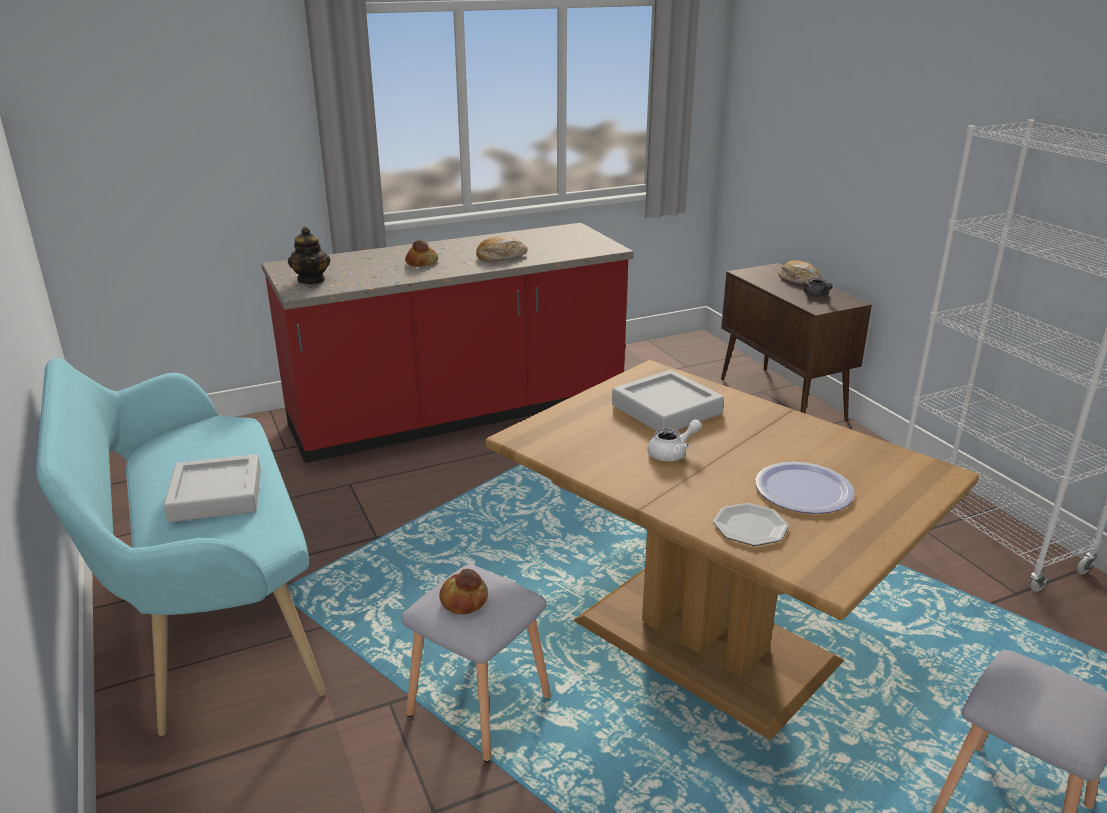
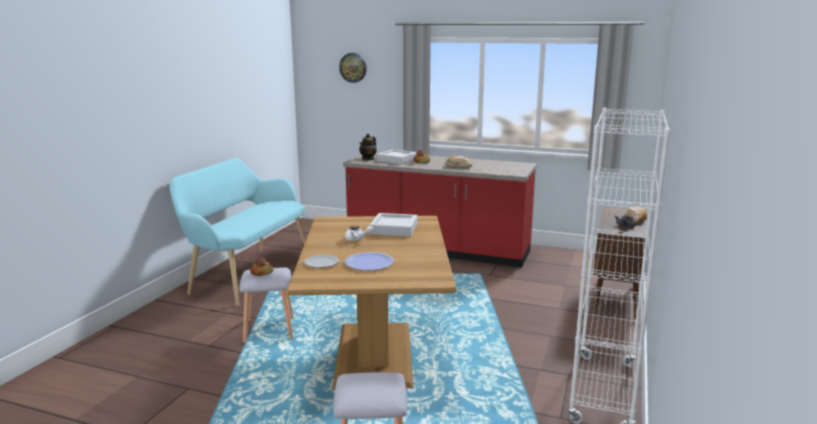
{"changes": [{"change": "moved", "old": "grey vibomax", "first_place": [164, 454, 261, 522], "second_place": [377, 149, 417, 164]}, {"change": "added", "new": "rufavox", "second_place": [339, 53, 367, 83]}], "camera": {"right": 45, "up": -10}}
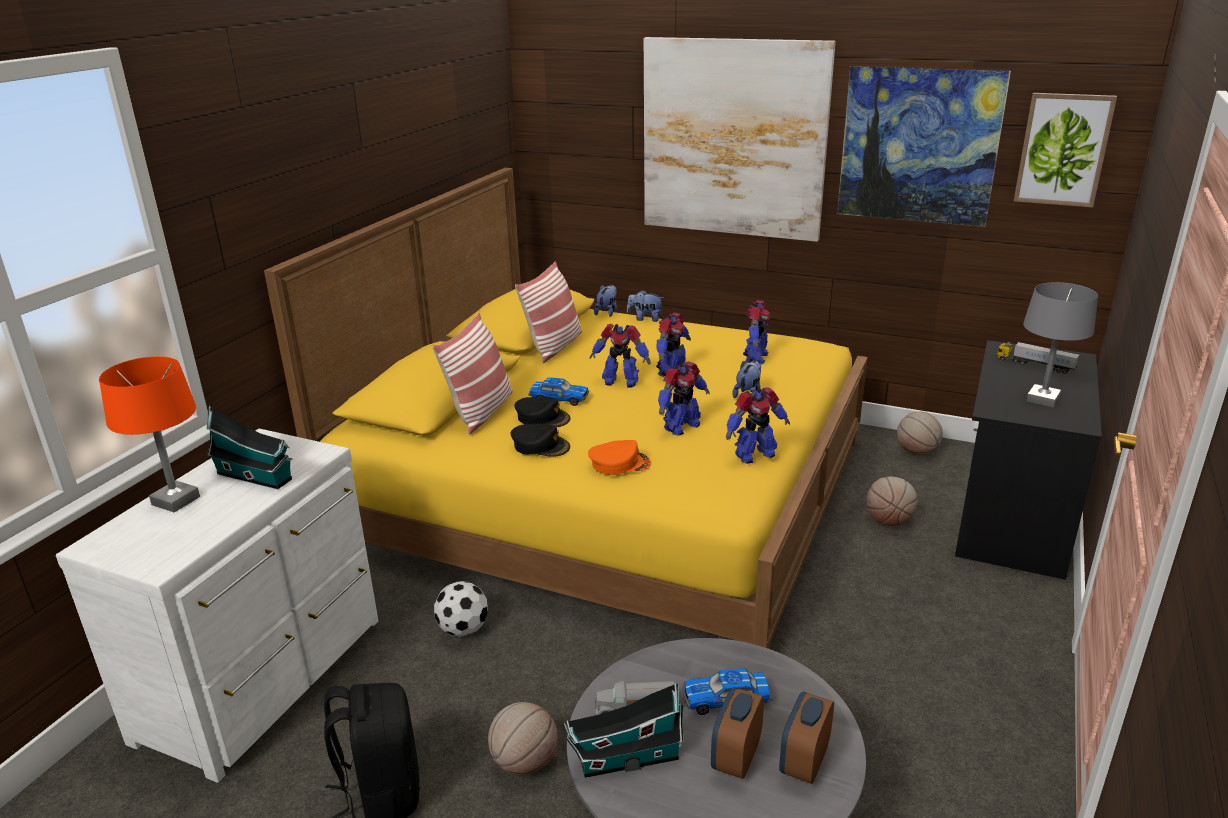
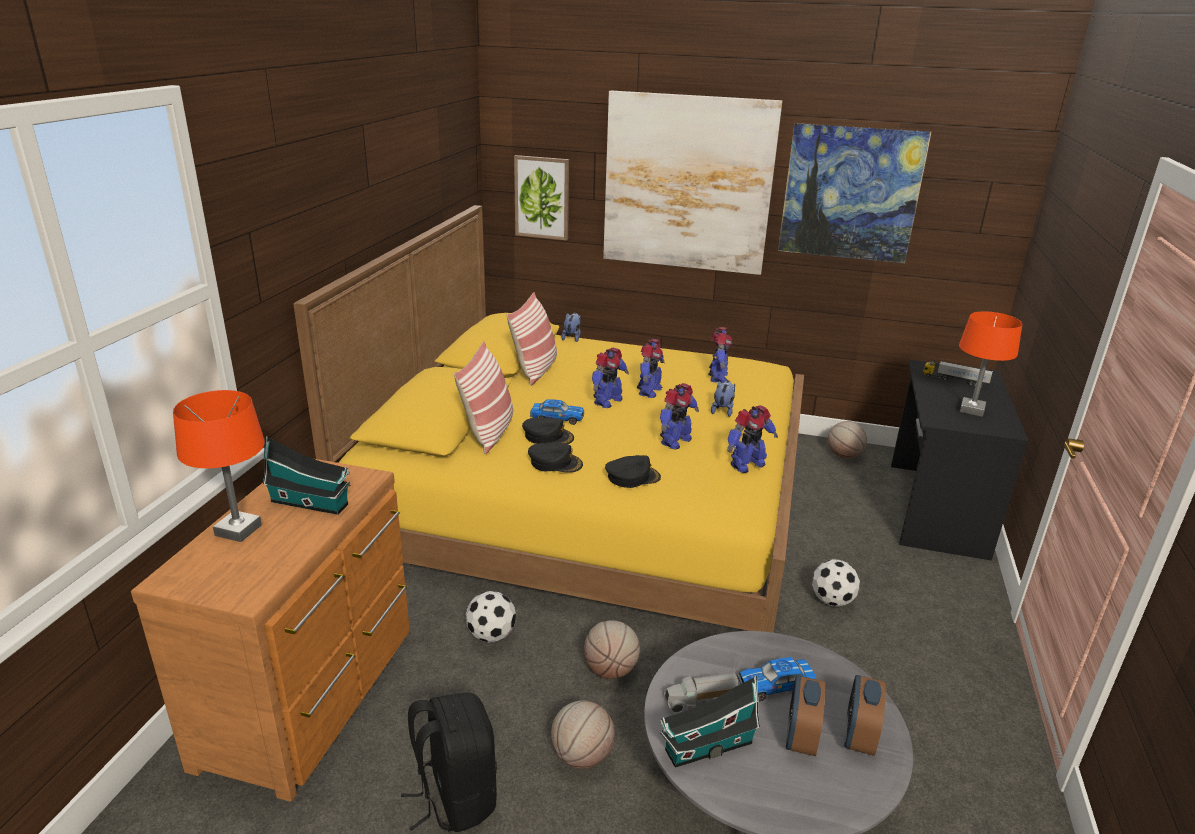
{"changes": [{"change": "moved", "old": "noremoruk", "first_place": [1014, 93, 1117, 207], "second_place": [514, 155, 569, 240]}, {"change": "recoloured", "old": "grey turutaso", "new": "orange turutaso", "first_place": [1023, 282, 1098, 408], "second_place": [959, 311, 1022, 417]}, {"change": "removed", "old": "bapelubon", "first_place": [627, 290, 663, 322]}, {"change": "turned", "old": "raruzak", "first_place": [590, 324, 651, 387], "second_place": [592, 348, 629, 408], "degrees": -60}, {"change": "recoloured", "old": "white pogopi", "new": "brown pogopi", "first_place": [56, 429, 378, 783], "second_place": [131, 459, 410, 802]}, {"change": "recoloured", "old": "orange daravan", "new": "black daravan", "first_place": [588, 440, 651, 475], "second_place": [605, 455, 661, 488]}, {"change": "moved", "old": "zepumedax", "first_place": [866, 477, 918, 526], "second_place": [584, 620, 640, 679]}, {"change": "added", "new": "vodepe", "second_place": [812, 559, 860, 607]}], "camera": {"right": -10, "up": 0}}
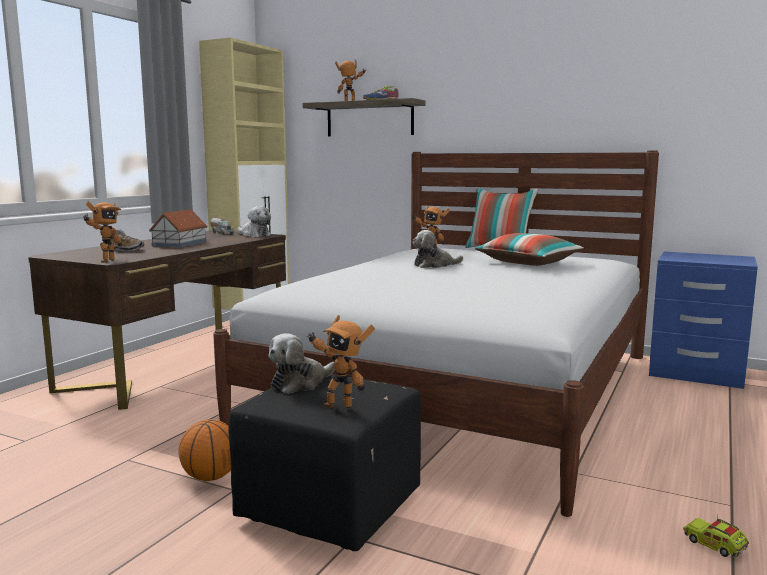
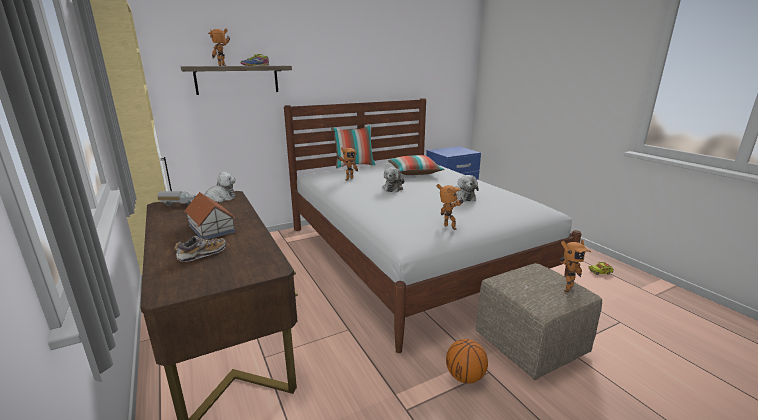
{"changes": [{"change": "moved", "old": "raruzak", "first_place": [83, 201, 122, 263], "second_place": [436, 184, 463, 230]}, {"change": "moved", "old": "bapelubon", "first_place": [268, 333, 335, 394], "second_place": [456, 175, 479, 201]}, {"change": "recoloured", "old": "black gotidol", "new": "beige gotidol", "first_place": [228, 374, 421, 551], "second_place": [476, 263, 602, 380]}], "camera": {"right": -55, "up": 10}}
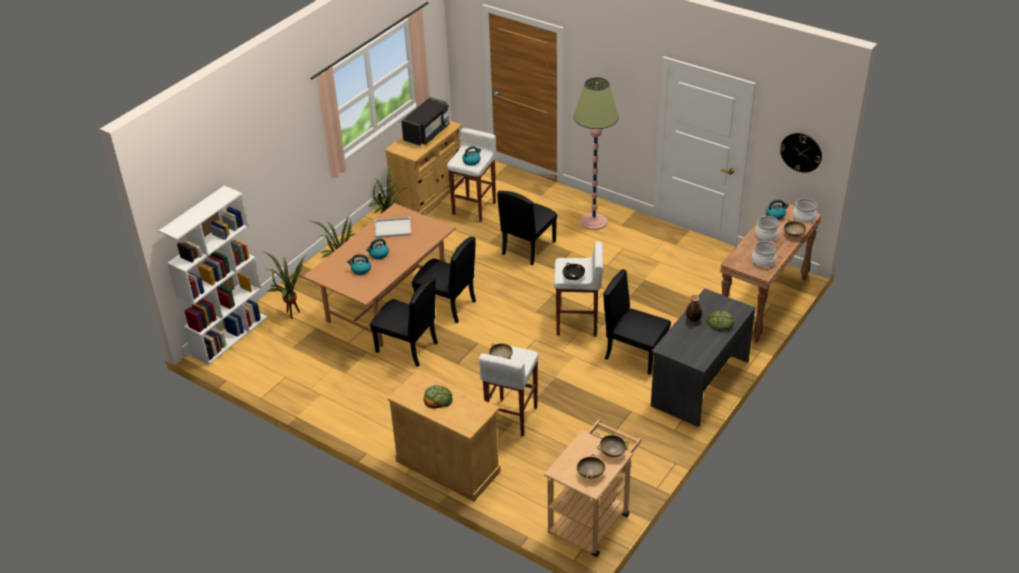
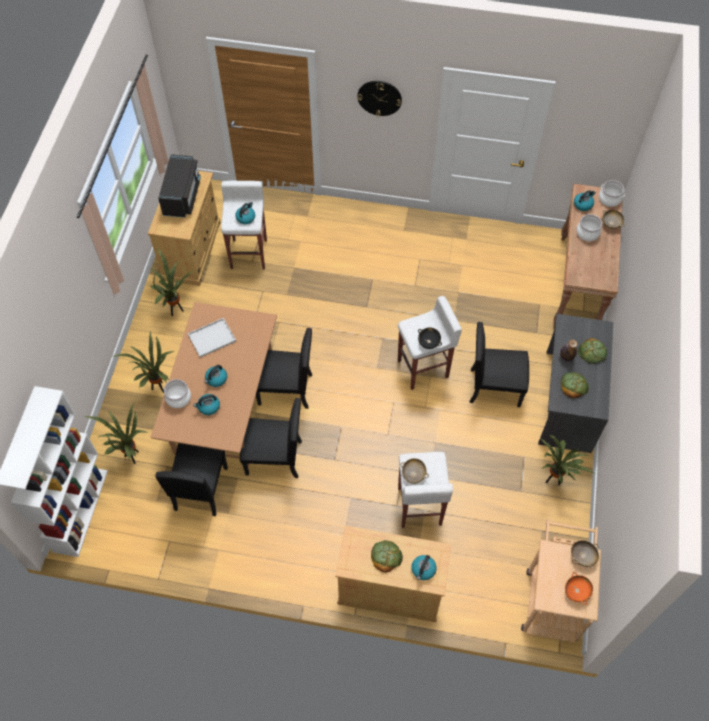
{"changes": [{"change": "removed", "old": "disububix", "first_place": [574, 78, 619, 230]}, {"change": "moved", "old": "rufavox", "first_place": [780, 133, 822, 173], "second_place": [357, 81, 402, 117]}, {"change": "moved", "old": "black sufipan", "first_place": [497, 191, 557, 265], "second_place": [155, 443, 228, 516]}, {"change": "moved", "old": "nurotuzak", "first_place": [752, 241, 777, 267], "second_place": [164, 379, 191, 408]}, {"change": "recoloured", "old": "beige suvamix", "new": "orange suvamix", "first_place": [577, 454, 605, 479], "second_place": [565, 572, 593, 605]}, {"change": "added", "new": "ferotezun", "second_place": [561, 372, 589, 398]}, {"change": "added", "new": "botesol", "second_place": [541, 435, 595, 485]}, {"change": "added", "new": "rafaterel", "second_place": [411, 555, 437, 580]}], "camera": {"right": -25, "up": 20}}
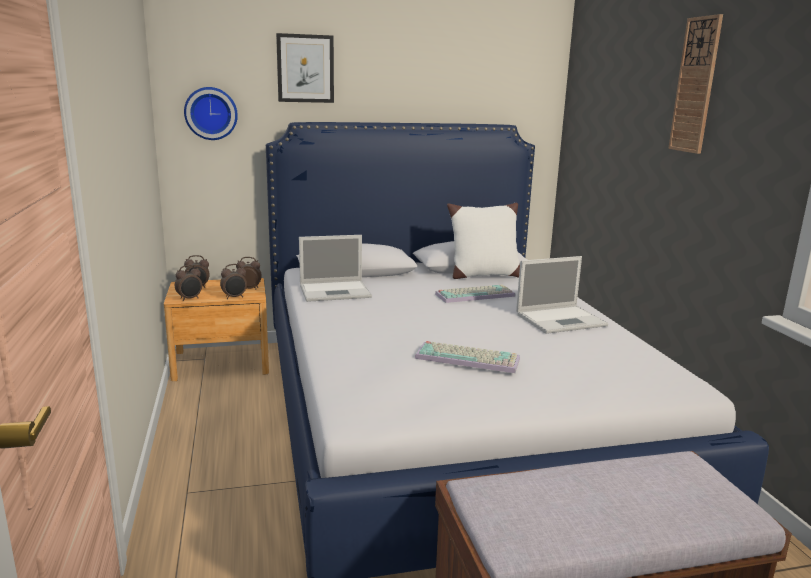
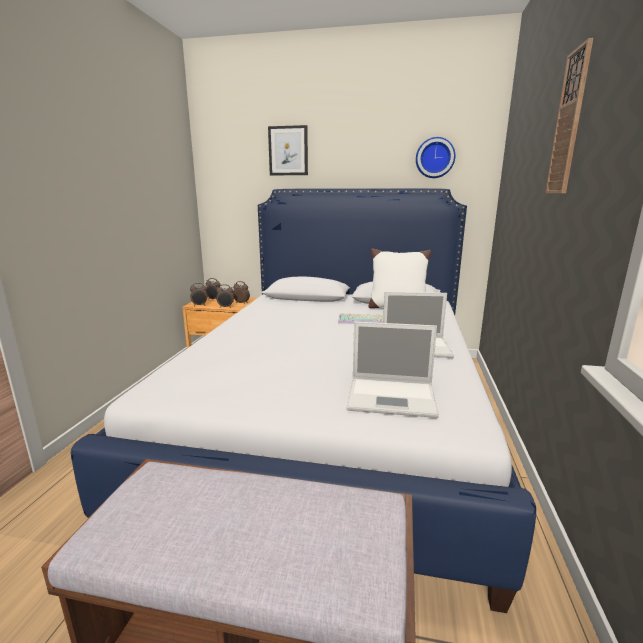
{"changes": [{"change": "moved", "old": "rufavox", "first_place": [184, 87, 238, 140], "second_place": [416, 137, 455, 178]}, {"change": "moved", "old": "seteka", "first_place": [299, 235, 372, 302], "second_place": [347, 322, 439, 418]}, {"change": "removed", "old": "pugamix", "first_place": [415, 341, 520, 373]}], "camera": {"right": 25, "up": 0}}
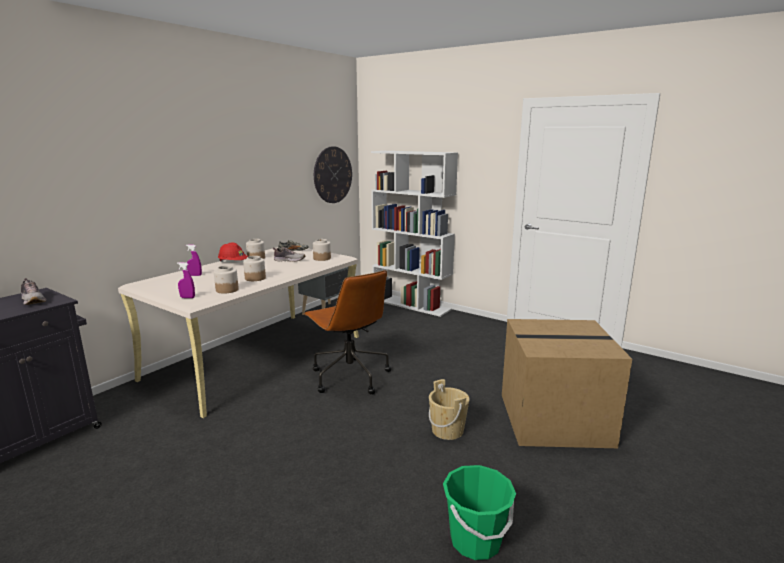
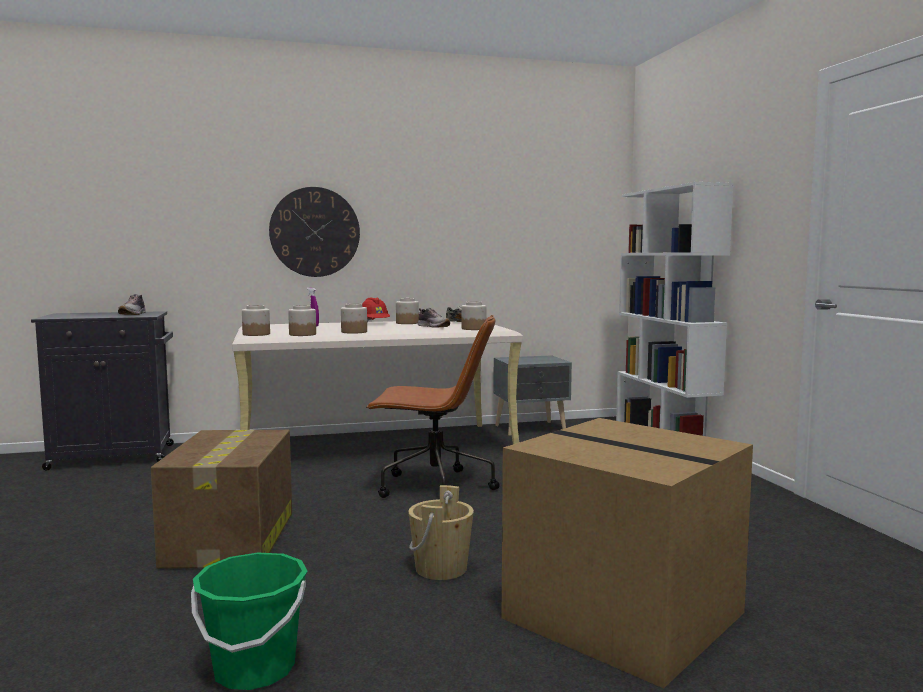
{"changes": [{"change": "moved", "old": "rufavox", "first_place": [314, 146, 352, 203], "second_place": [269, 187, 360, 277]}, {"change": "replaced", "old": "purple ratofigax", "new": "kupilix", "first_place": [177, 262, 195, 298], "second_place": [242, 305, 270, 336]}, {"change": "turned", "old": "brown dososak", "first_place": [303, 270, 392, 394], "second_place": [366, 315, 500, 498], "degrees": -90}, {"change": "added", "new": "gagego", "second_place": [151, 430, 292, 569]}], "camera": {"right": 40, "up": -10}}
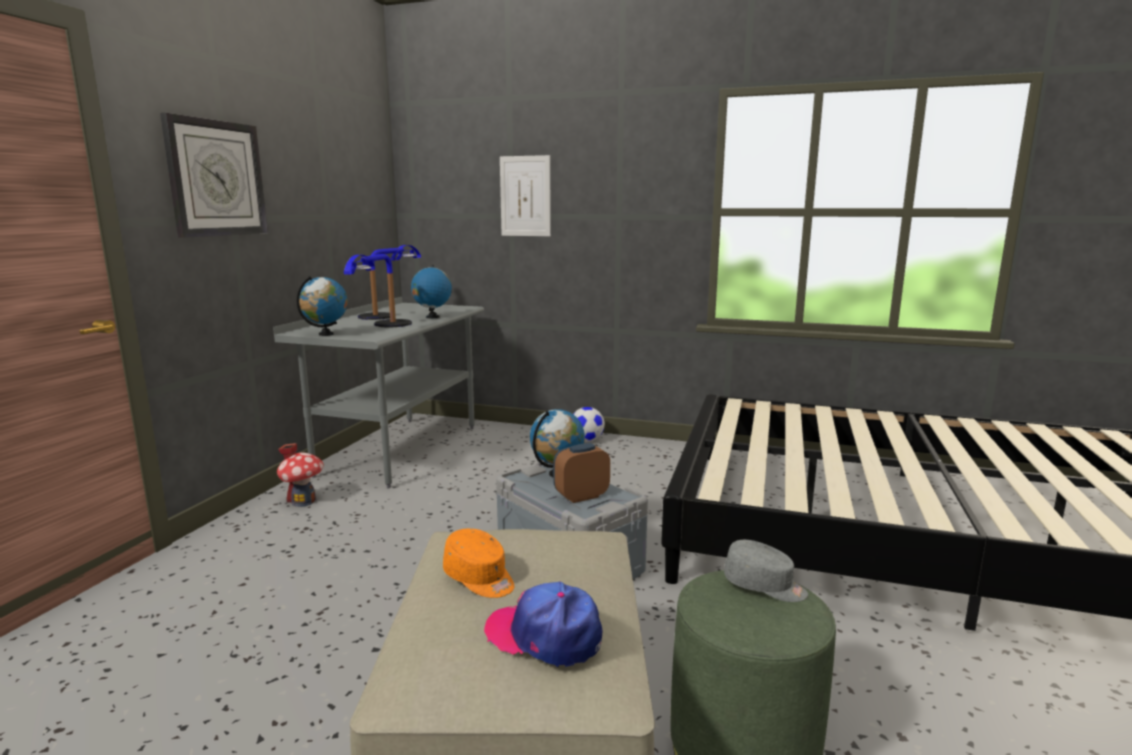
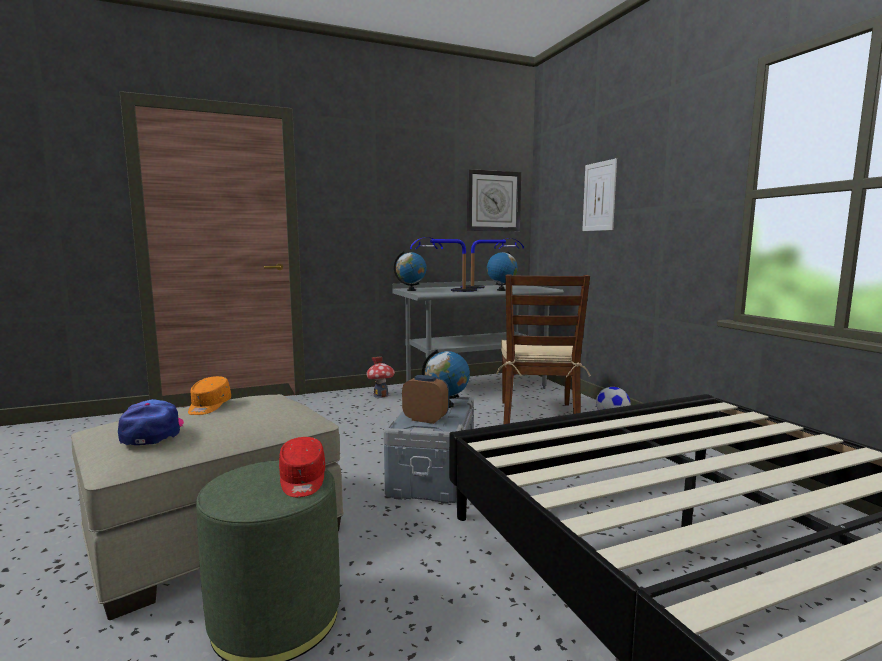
{"changes": [{"change": "moved", "old": "rufavox", "first_place": [160, 113, 268, 238], "second_place": [467, 169, 521, 231]}, {"change": "recoloured", "old": "grey daravan", "new": "red daravan", "first_place": [724, 540, 808, 602], "second_place": [279, 437, 325, 497]}, {"change": "added", "new": "brown sufipan", "second_place": [496, 274, 591, 424]}], "camera": {"right": 50, "up": -5}}
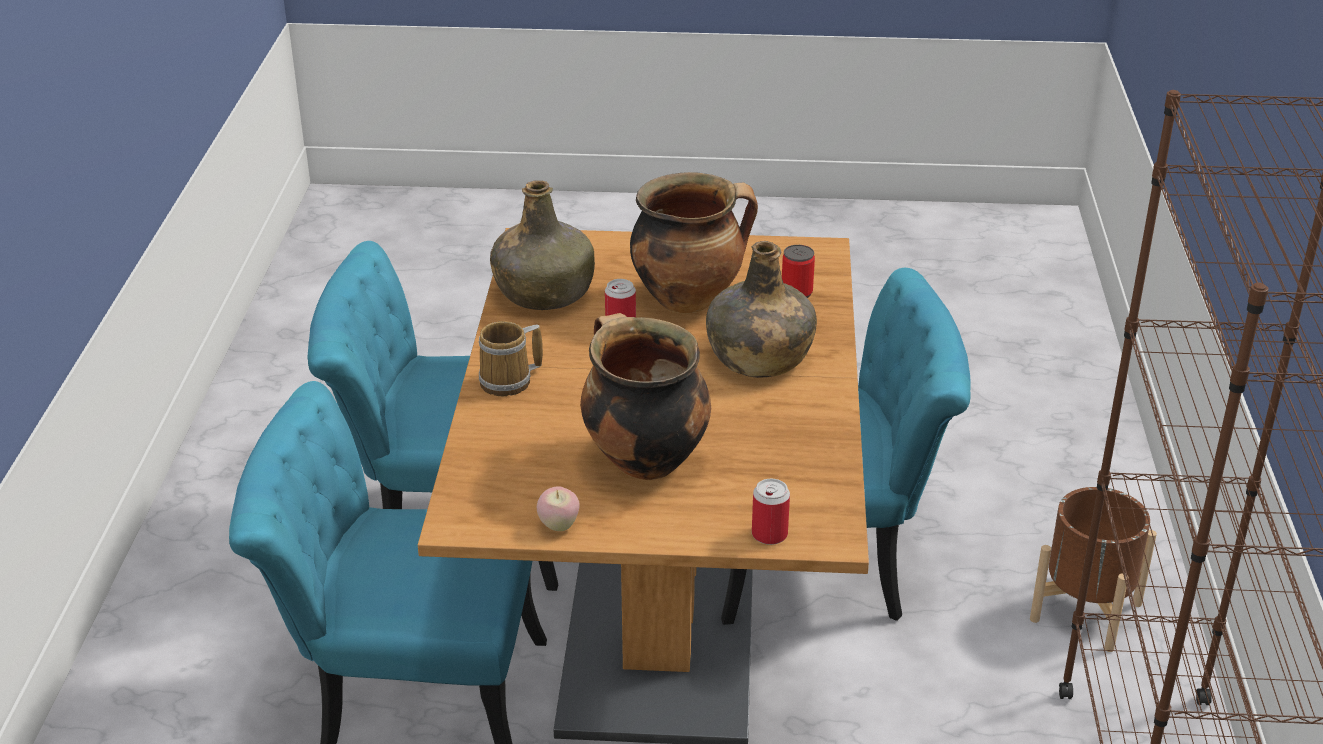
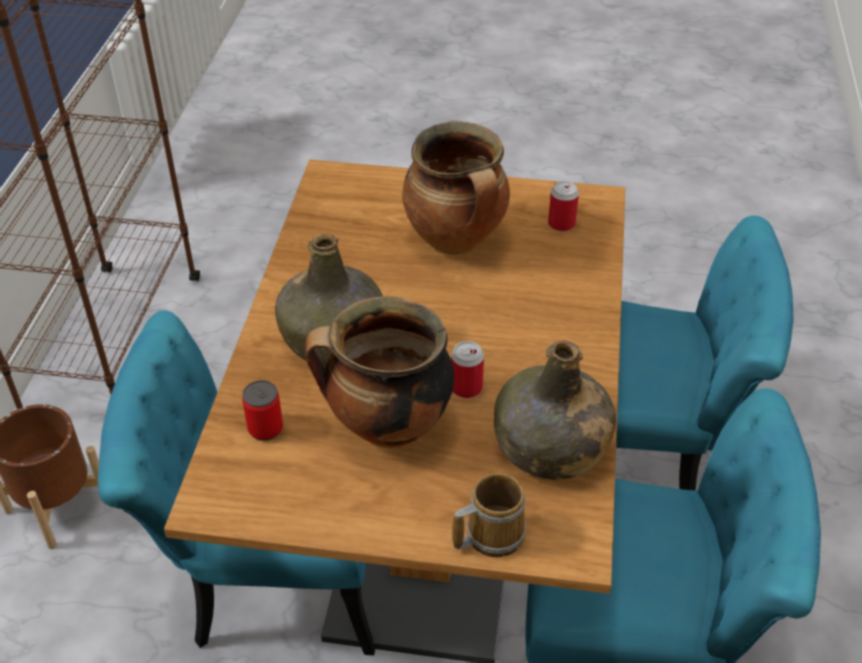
{"changes": [{"change": "moved", "old": "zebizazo", "first_place": [478, 321, 543, 396], "second_place": [452, 473, 526, 557]}, {"change": "moved", "old": "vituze", "first_place": [752, 479, 790, 545], "second_place": [548, 181, 579, 231]}, {"change": "removed", "old": "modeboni", "first_place": [537, 487, 580, 531]}], "camera": {"right": -175, "up": 10}}
